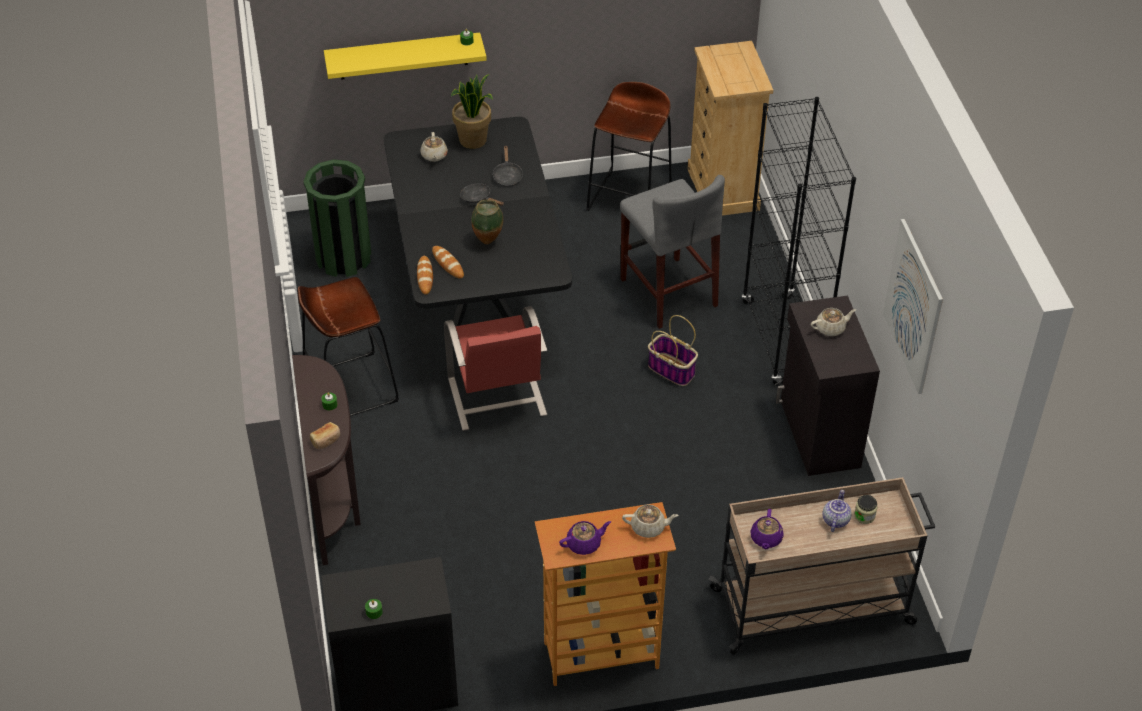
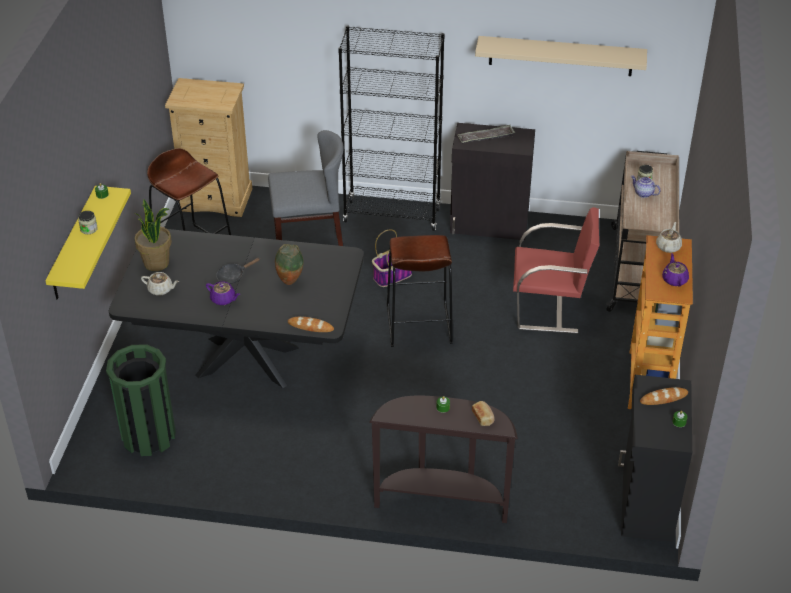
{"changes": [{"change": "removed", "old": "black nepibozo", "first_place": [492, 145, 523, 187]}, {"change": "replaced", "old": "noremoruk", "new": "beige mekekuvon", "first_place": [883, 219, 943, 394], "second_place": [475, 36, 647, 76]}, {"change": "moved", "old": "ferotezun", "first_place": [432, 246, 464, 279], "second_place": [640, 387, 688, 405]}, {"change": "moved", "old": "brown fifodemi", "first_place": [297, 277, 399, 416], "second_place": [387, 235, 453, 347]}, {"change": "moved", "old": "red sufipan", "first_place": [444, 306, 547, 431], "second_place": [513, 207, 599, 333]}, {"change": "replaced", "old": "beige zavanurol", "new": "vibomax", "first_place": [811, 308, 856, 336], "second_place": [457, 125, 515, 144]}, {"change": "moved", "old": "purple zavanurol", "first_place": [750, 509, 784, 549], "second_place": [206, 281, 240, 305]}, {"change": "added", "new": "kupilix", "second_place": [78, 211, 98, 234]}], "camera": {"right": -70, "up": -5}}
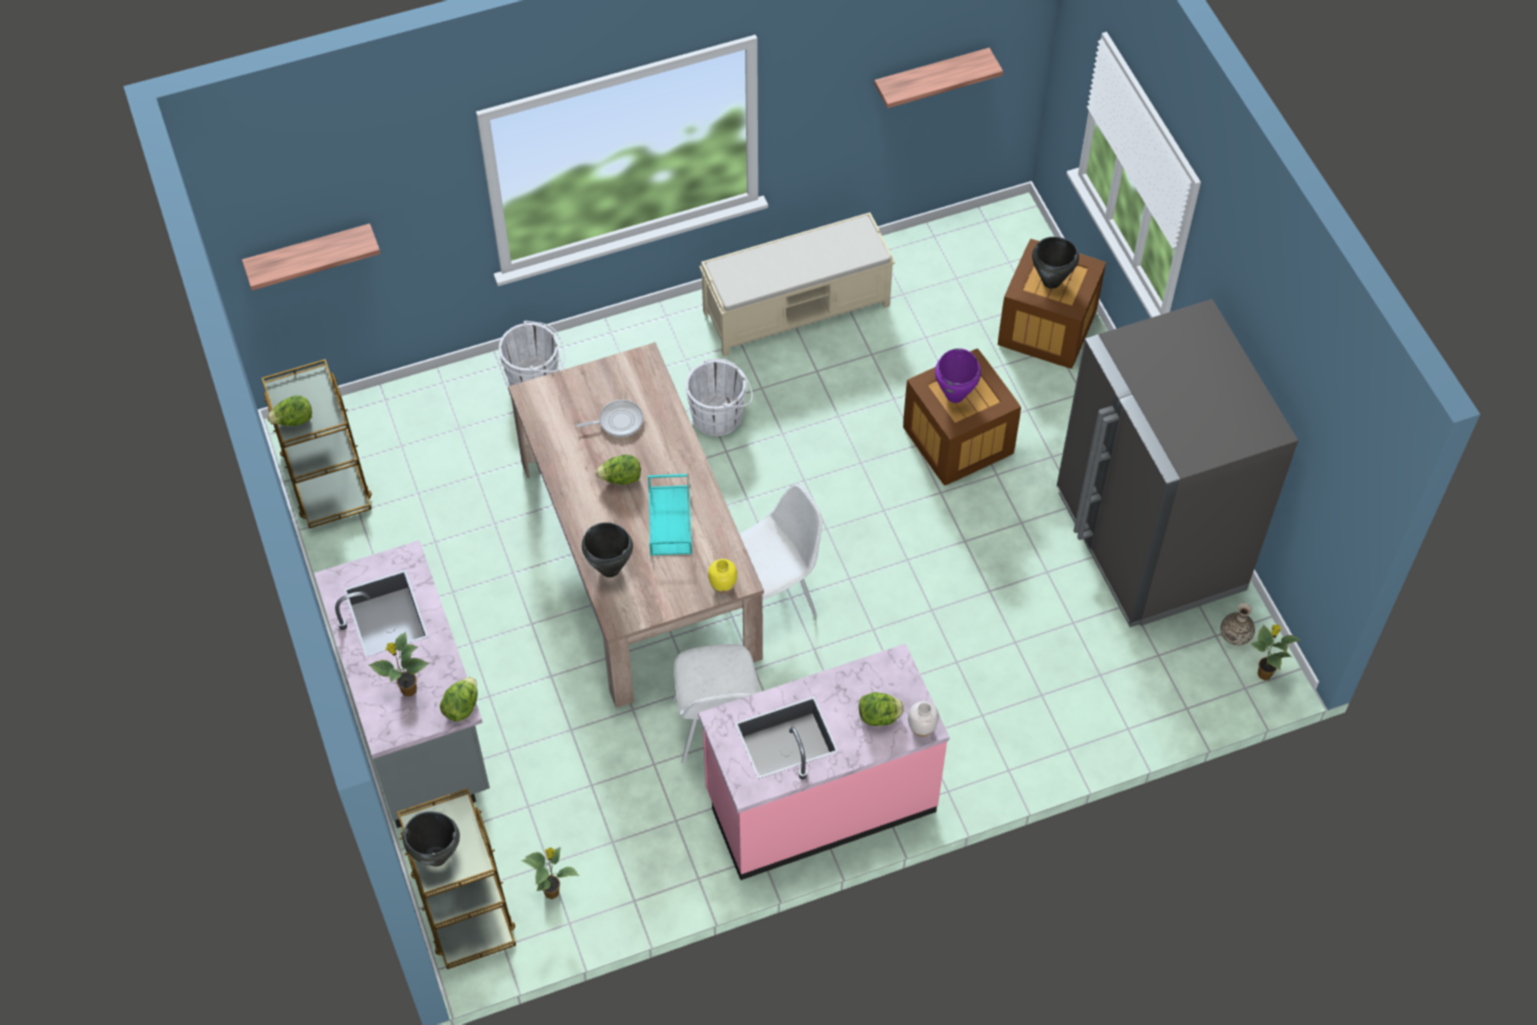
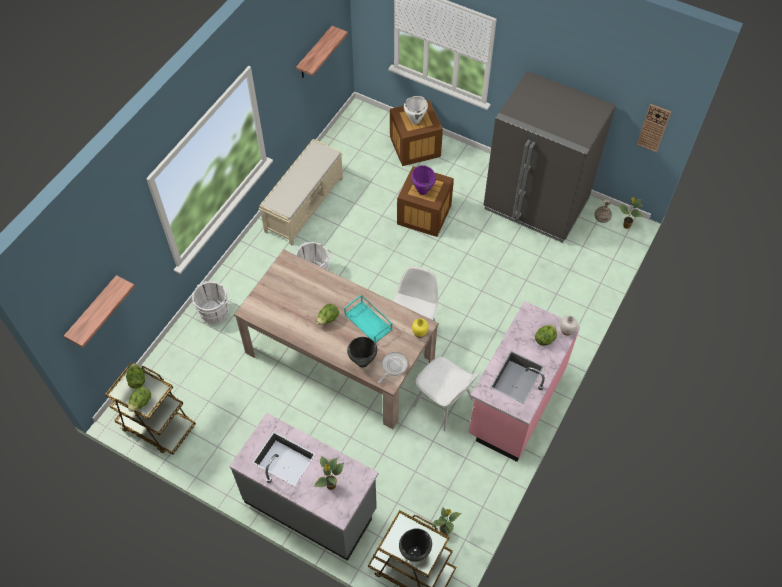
{"changes": [{"change": "recoloured", "old": "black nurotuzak", "new": "white nurotuzak", "first_place": [1032, 237, 1079, 289], "second_place": [404, 96, 428, 124]}, {"change": "moved", "old": "nepibozo", "first_place": [576, 400, 643, 437], "second_place": [378, 352, 408, 383]}, {"change": "moved", "old": "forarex", "first_place": [440, 677, 477, 722], "second_place": [126, 363, 145, 389]}, {"change": "added", "new": "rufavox", "second_place": [637, 104, 671, 152]}], "camera": {"right": -40, "up": 0}}
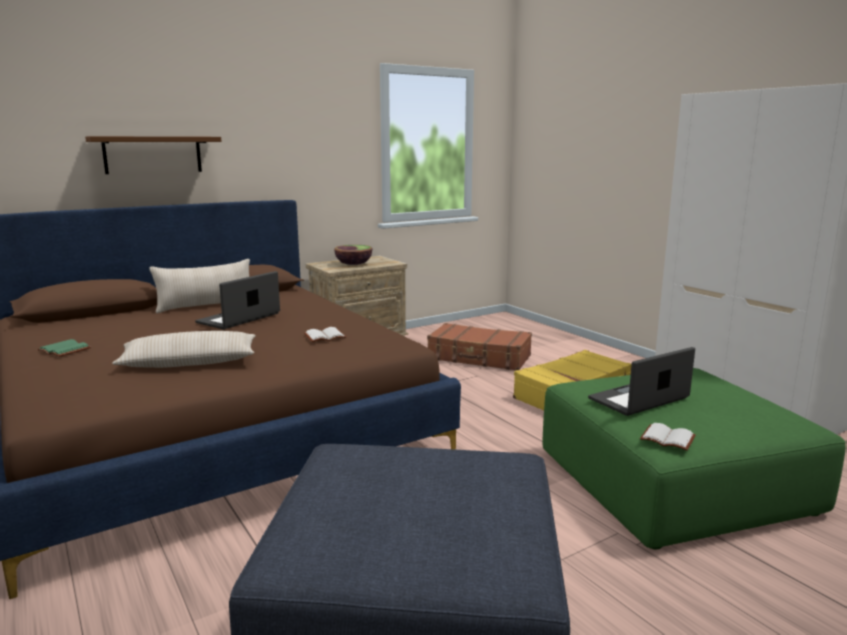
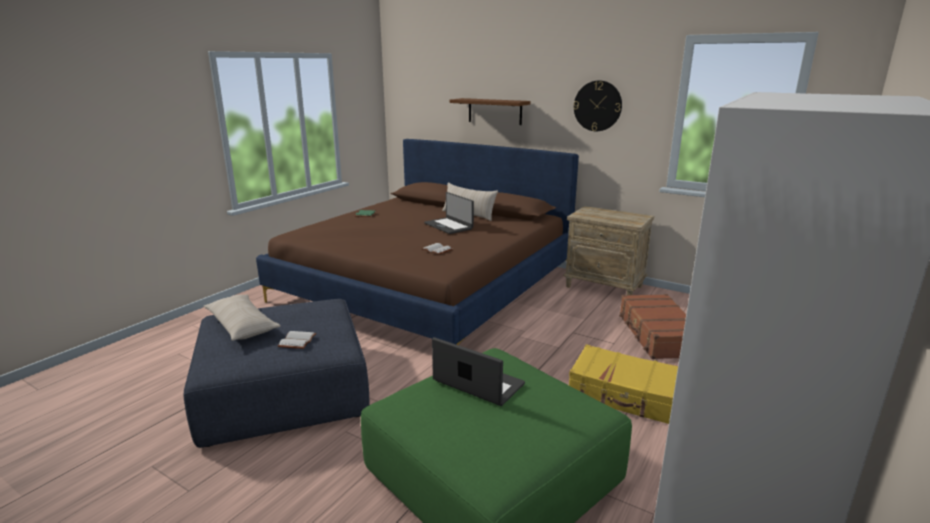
{"changes": [{"change": "removed", "old": "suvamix", "first_place": [334, 245, 373, 265]}, {"change": "turned", "old": "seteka", "first_place": [195, 271, 280, 329], "second_place": [424, 192, 474, 234], "degrees": -135}, {"change": "moved", "old": "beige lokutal", "first_place": [112, 331, 255, 368], "second_place": [204, 294, 281, 341]}, {"change": "moved", "old": "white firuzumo", "first_place": [640, 423, 696, 451], "second_place": [277, 331, 317, 349]}, {"change": "added", "new": "rufavox", "second_place": [573, 80, 622, 131]}], "camera": {"right": 65, "up": 5}}
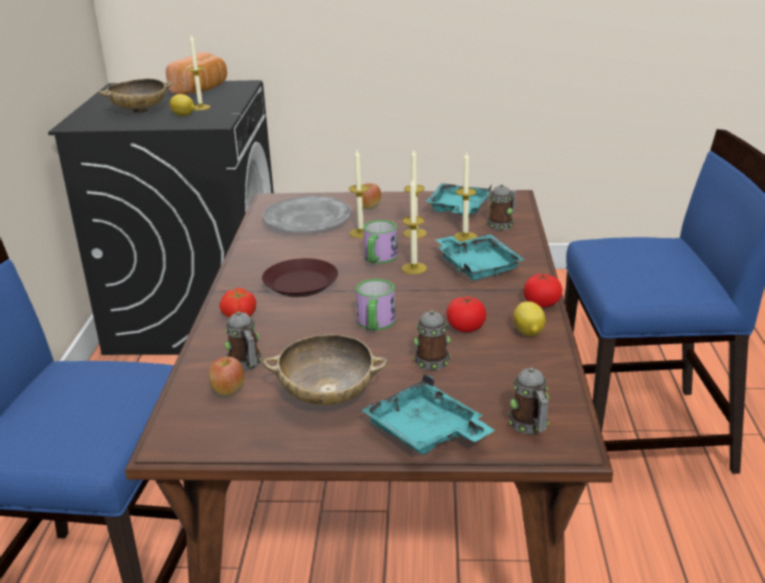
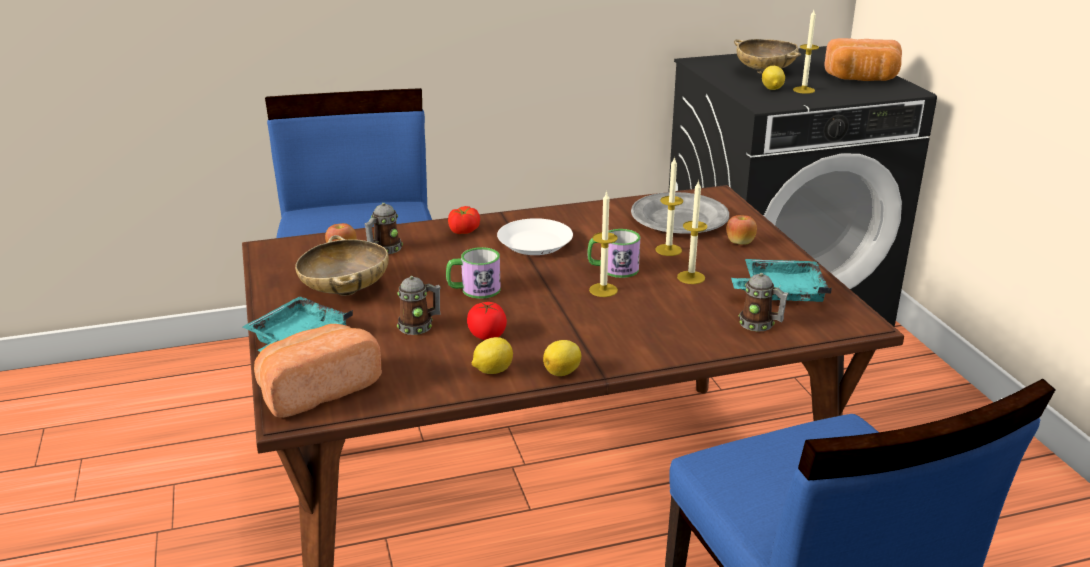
{"changes": [{"change": "removed", "old": "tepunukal", "first_place": [453, 151, 478, 242]}, {"change": "removed", "old": "turquoise vibomax", "first_place": [435, 234, 525, 281]}, {"change": "recoloured", "old": "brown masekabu", "new": "white masekabu", "first_place": [262, 258, 338, 297], "second_place": [497, 218, 573, 255]}, {"change": "replaced", "old": "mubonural", "new": "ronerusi", "first_place": [524, 274, 562, 307], "second_place": [543, 340, 581, 376]}, {"change": "replaced", "old": "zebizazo", "new": "ferotezun", "first_place": [508, 368, 549, 434], "second_place": [254, 324, 382, 418]}], "camera": {"right": 70, "up": 0}}
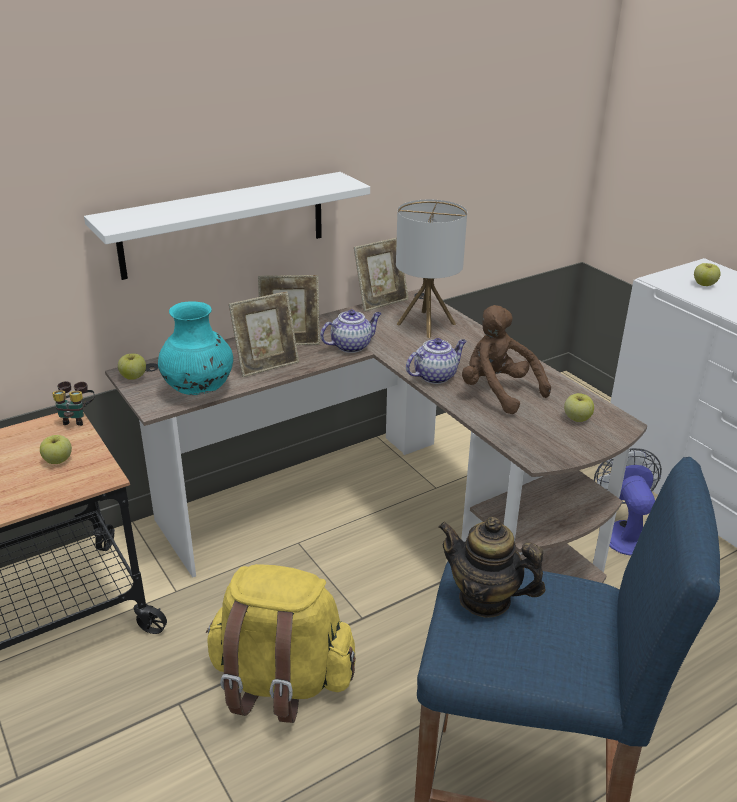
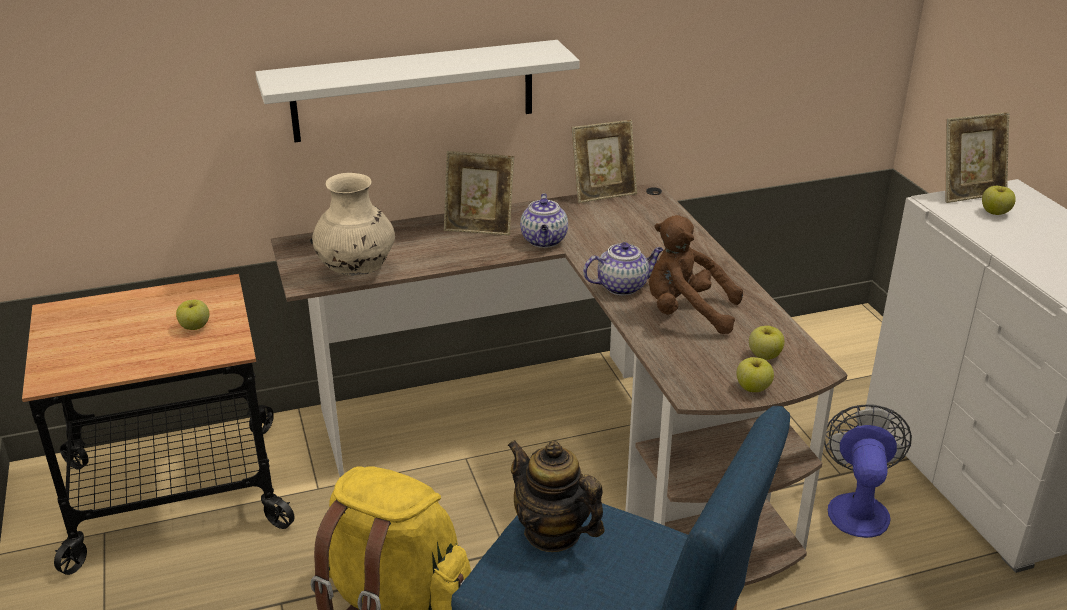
{"changes": [{"change": "removed", "old": "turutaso", "first_place": [396, 200, 467, 338]}, {"change": "moved", "old": "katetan", "first_place": [229, 291, 299, 377], "second_place": [946, 112, 1010, 203]}, {"change": "recoloured", "old": "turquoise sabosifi", "new": "beige sabosifi", "first_place": [158, 301, 233, 395], "second_place": [312, 173, 395, 276]}, {"change": "turned", "old": "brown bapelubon", "first_place": [462, 305, 551, 414], "second_place": [649, 215, 743, 334], "degrees": -45}, {"change": "turned", "old": "zavanurol", "first_place": [320, 309, 382, 353], "second_place": [520, 193, 568, 248], "degrees": 105}, {"change": "moved", "old": "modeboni", "first_place": [118, 354, 146, 380], "second_place": [737, 357, 774, 392]}, {"change": "removed", "old": "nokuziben", "first_place": [52, 381, 95, 426]}], "camera": {"right": 15, "up": 0}}
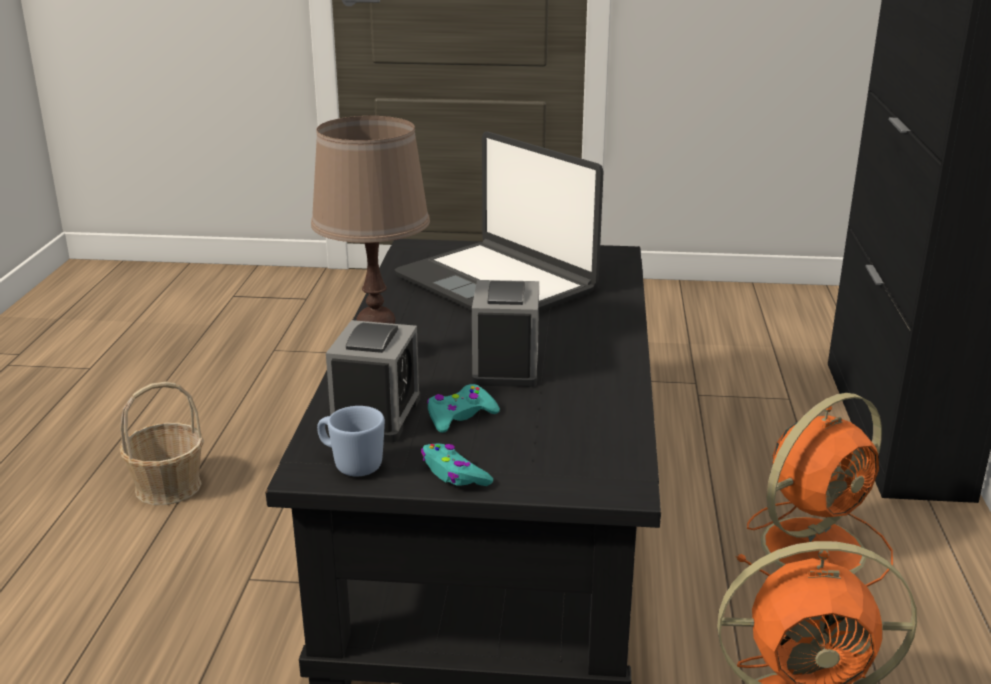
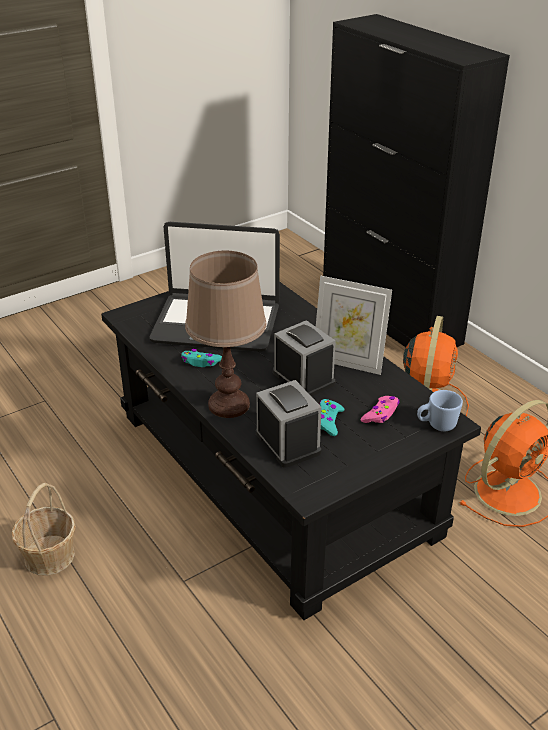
{"changes": [{"change": "moved", "old": "blue zebizazo", "first_place": [317, 406, 385, 476], "second_place": [417, 390, 463, 431]}, {"change": "moved", "old": "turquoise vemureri", "first_place": [421, 443, 493, 486], "second_place": [181, 349, 222, 367]}, {"change": "added", "new": "katetan", "second_place": [316, 276, 392, 375]}, {"change": "added", "new": "pink vemureri", "second_place": [361, 396, 400, 423]}], "camera": {"right": -40, "up": 10}}
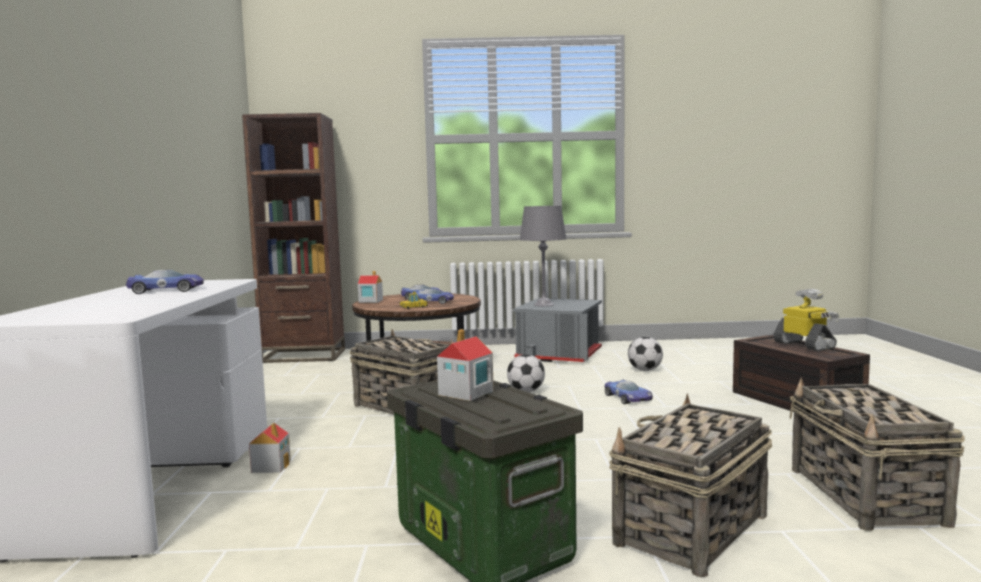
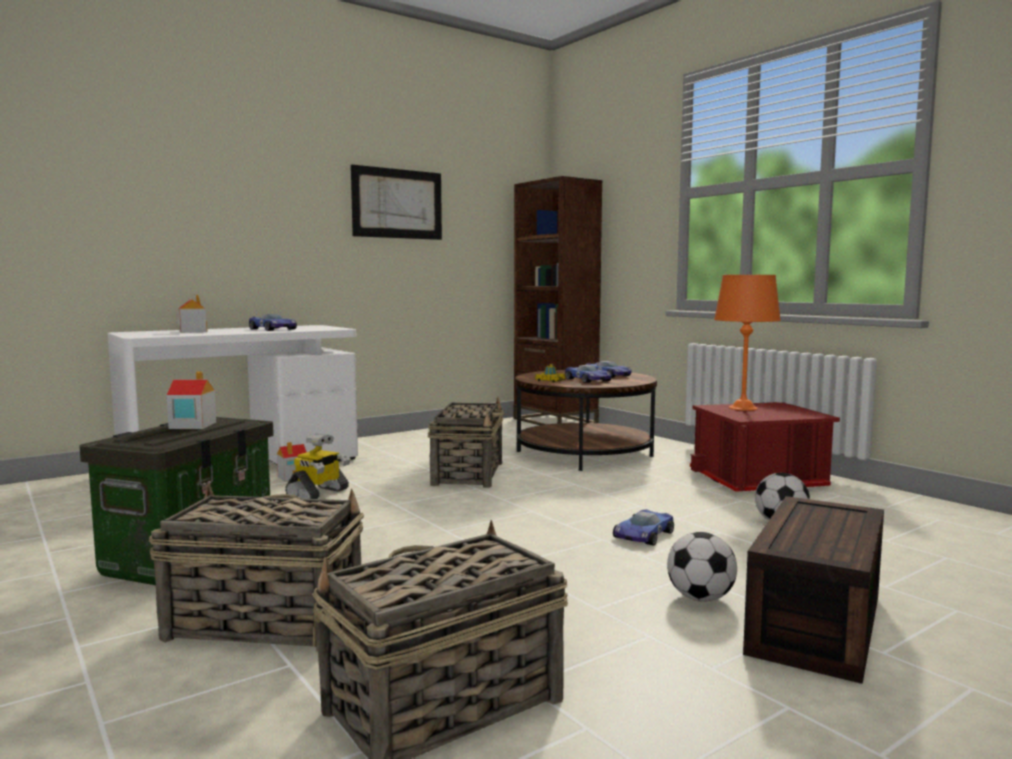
{"changes": [{"change": "recoloured", "old": "grey turutaso", "new": "orange turutaso", "first_place": [520, 206, 567, 306], "second_place": [714, 275, 781, 411]}, {"change": "moved", "old": "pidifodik", "first_place": [358, 271, 383, 303], "second_place": [177, 295, 208, 333]}, {"change": "moved", "old": "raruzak", "first_place": [773, 288, 839, 351], "second_place": [285, 433, 350, 499]}, {"change": "recoloured", "old": "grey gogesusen", "new": "red gogesusen", "first_place": [513, 298, 602, 362], "second_place": [690, 402, 840, 492]}, {"change": "moved", "old": "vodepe", "first_place": [507, 354, 545, 392], "second_place": [667, 532, 737, 602]}, {"change": "added", "new": "noremoruk", "second_place": [351, 165, 442, 240]}], "camera": {"right": 55, "up": 0}}
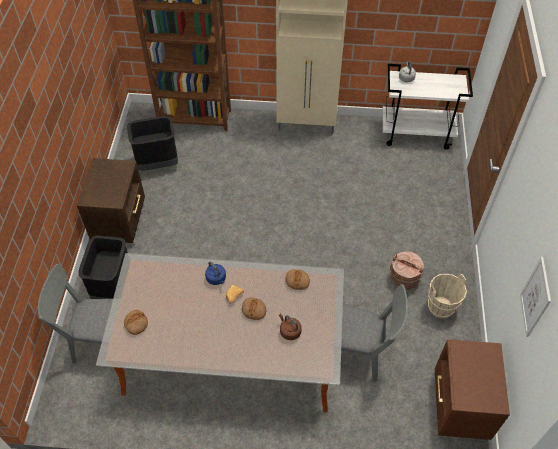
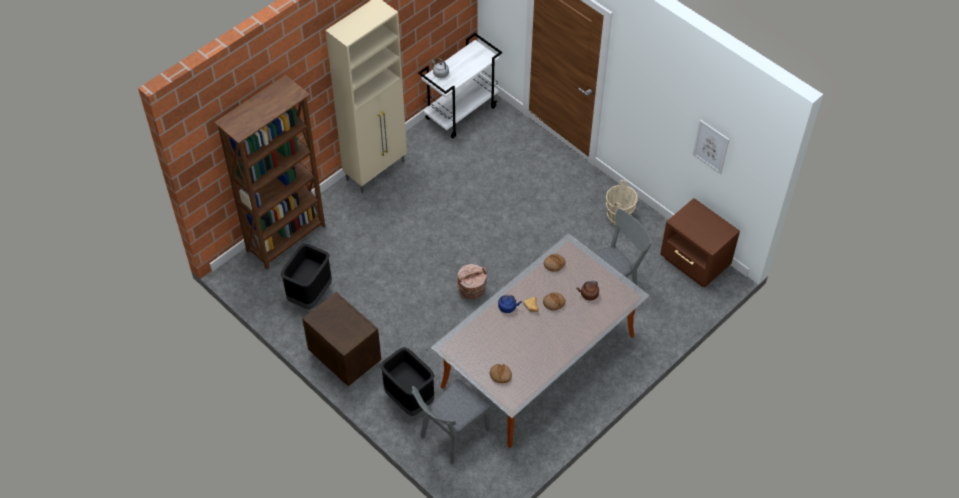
{"changes": [{"change": "moved", "old": "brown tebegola", "first_place": [390, 251, 424, 290], "second_place": [457, 264, 487, 300]}], "camera": {"right": -50, "up": 0}}
